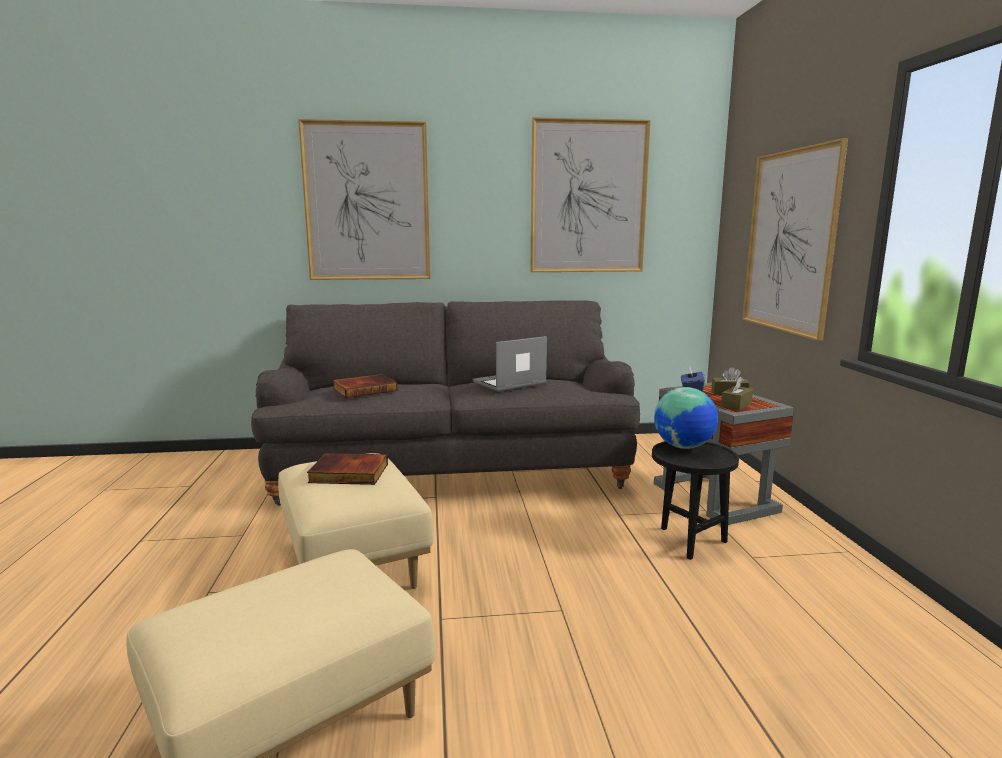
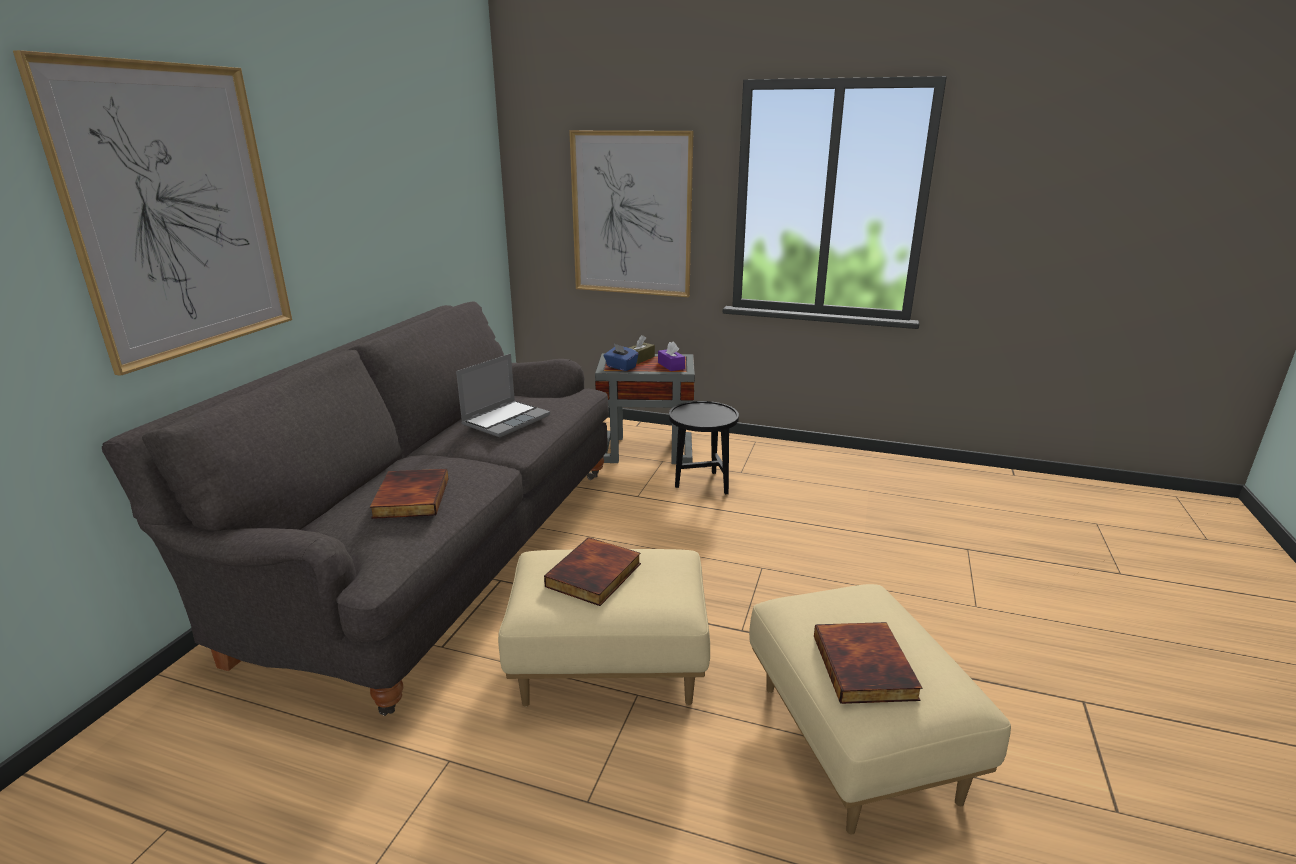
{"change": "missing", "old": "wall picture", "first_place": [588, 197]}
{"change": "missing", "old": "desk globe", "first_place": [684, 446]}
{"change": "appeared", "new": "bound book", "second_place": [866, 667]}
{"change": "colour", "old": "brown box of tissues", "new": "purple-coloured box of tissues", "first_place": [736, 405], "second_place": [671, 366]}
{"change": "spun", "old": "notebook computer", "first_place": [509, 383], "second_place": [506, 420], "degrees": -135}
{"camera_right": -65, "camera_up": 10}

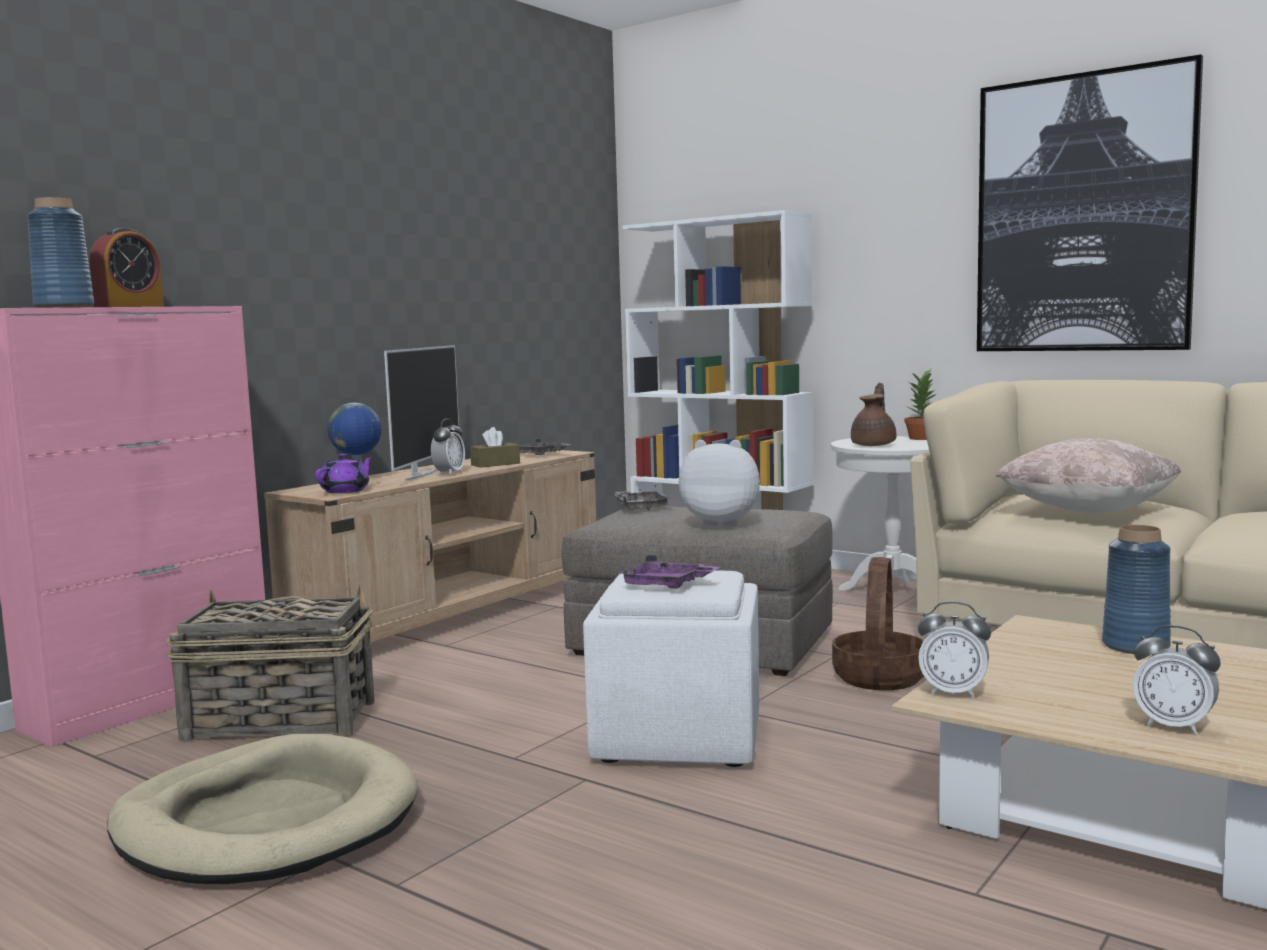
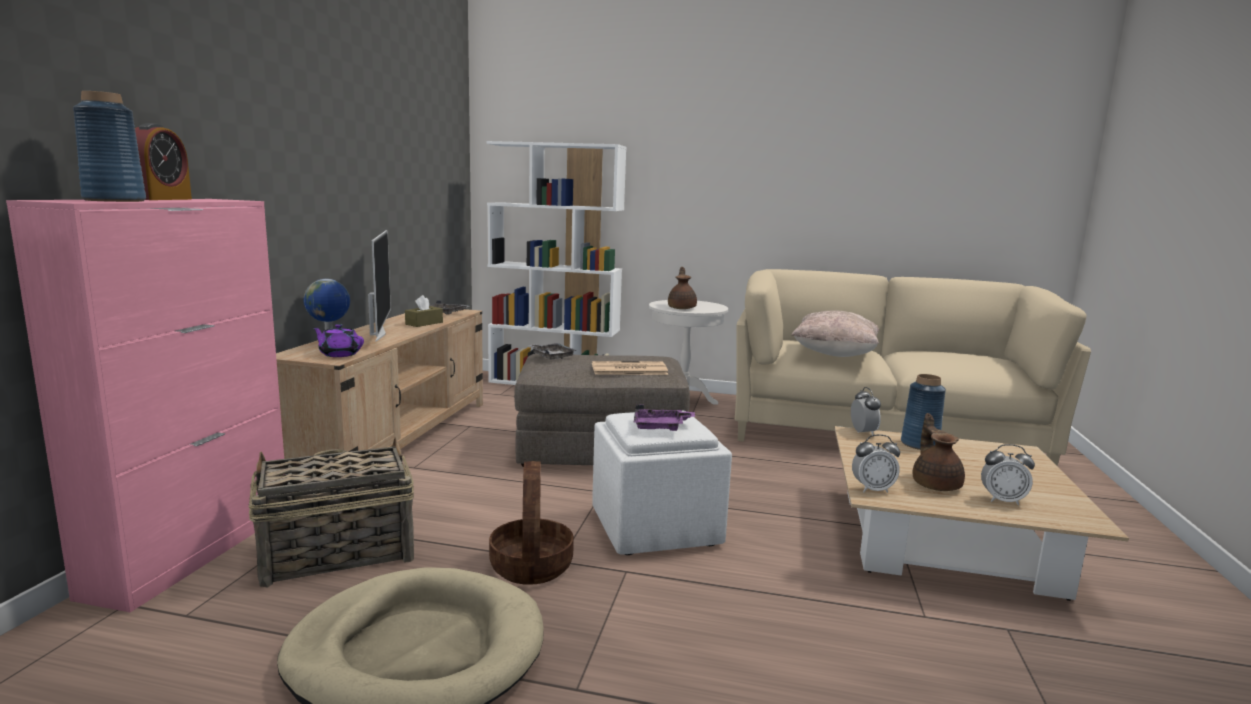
{"change": "missing", "old": "houseplant", "first_place": [922, 438]}
{"change": "missing", "old": "wall picture", "first_place": [1083, 214]}
{"change": "appeared", "new": "brown pot for tea", "second_place": [935, 484]}
{"change": "relocated", "old": "alarm clock", "first_place": [449, 473], "second_place": [863, 432]}
{"change": "relocated", "old": "storage basket", "first_place": [878, 677], "second_place": [530, 566]}
{"change": "exchanged", "old": "soft toy", "new": "printed paper", "first_place": [722, 523], "second_place": [628, 369]}
{"change": "spun", "old": "purple-coloured pot for tea", "first_place": [346, 491], "second_place": [339, 354], "degrees": -75}
{"camera_right": -25, "camera_up": 5}

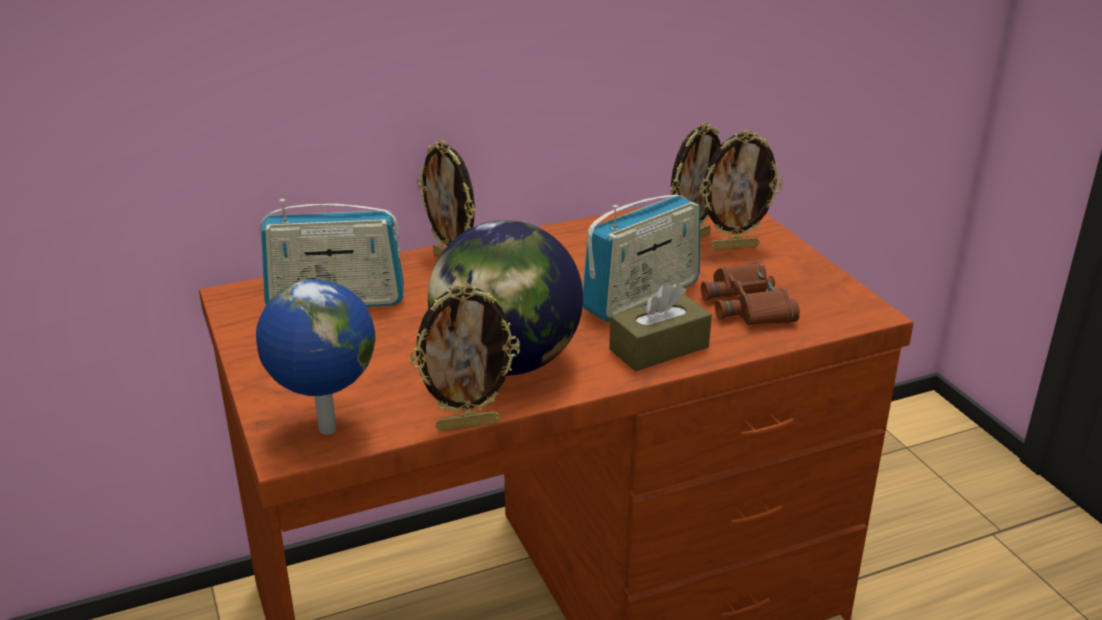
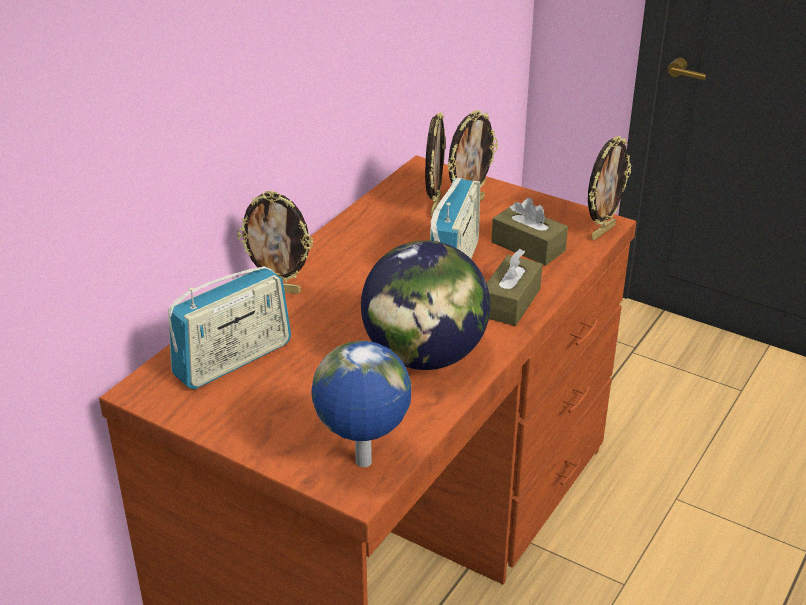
{"change": "relocated", "old": "photo frame", "first_place": [468, 424], "second_place": [602, 232]}
{"change": "exchanged", "old": "brown binoculars", "new": "brown box of tissues", "first_place": [747, 305], "second_place": [528, 246]}
{"camera_right": -35, "camera_up": 5}

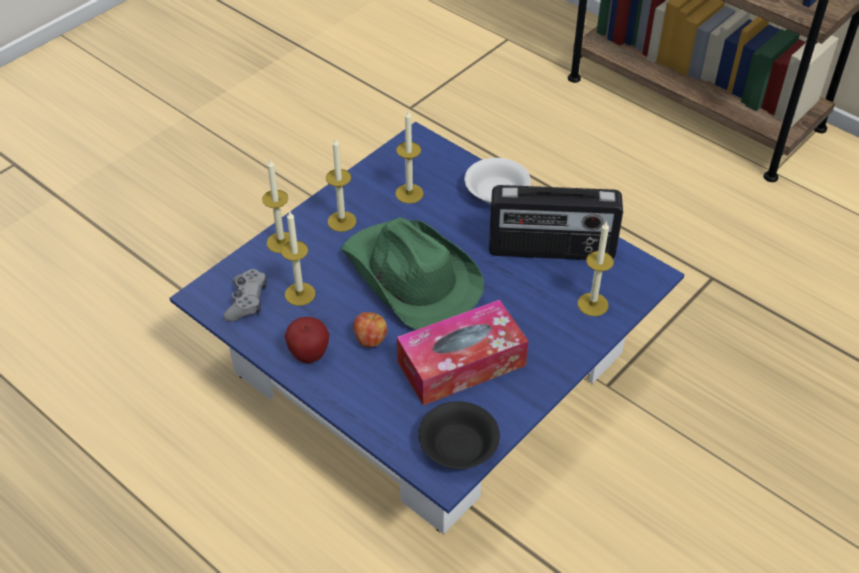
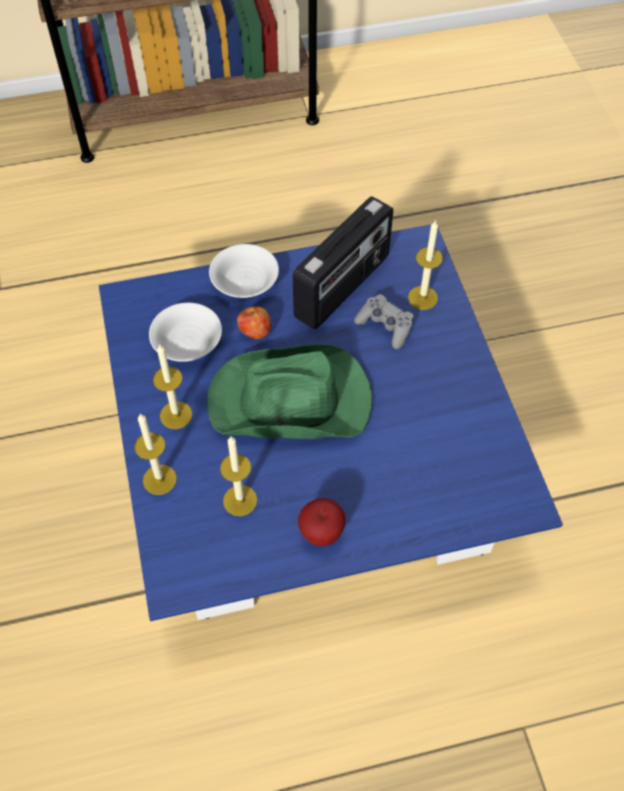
{"change": "missing", "old": "box of tissues", "first_place": [461, 363]}
{"change": "missing", "old": "black bowl", "first_place": [459, 446]}
{"change": "relocated", "old": "gray game controller", "first_place": [247, 301], "second_place": [385, 326]}
{"change": "relocated", "old": "apple fruit", "first_place": [370, 340], "second_place": [255, 332]}
{"change": "exchanged", "old": "wax light", "new": "whitish bowl", "first_place": [409, 193], "second_place": [188, 344]}
{"camera_right": -55, "camera_up": 10}

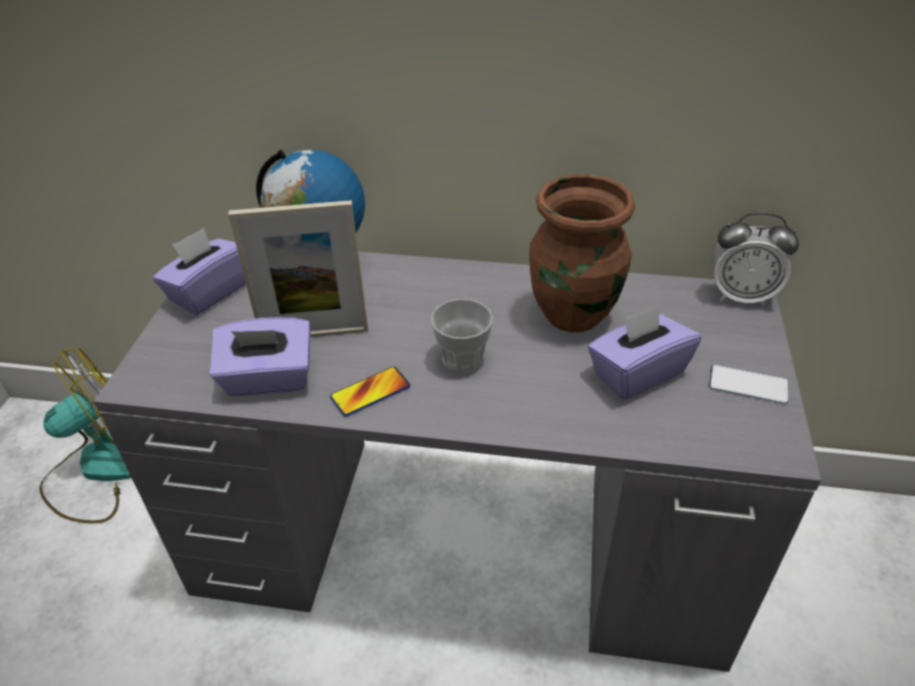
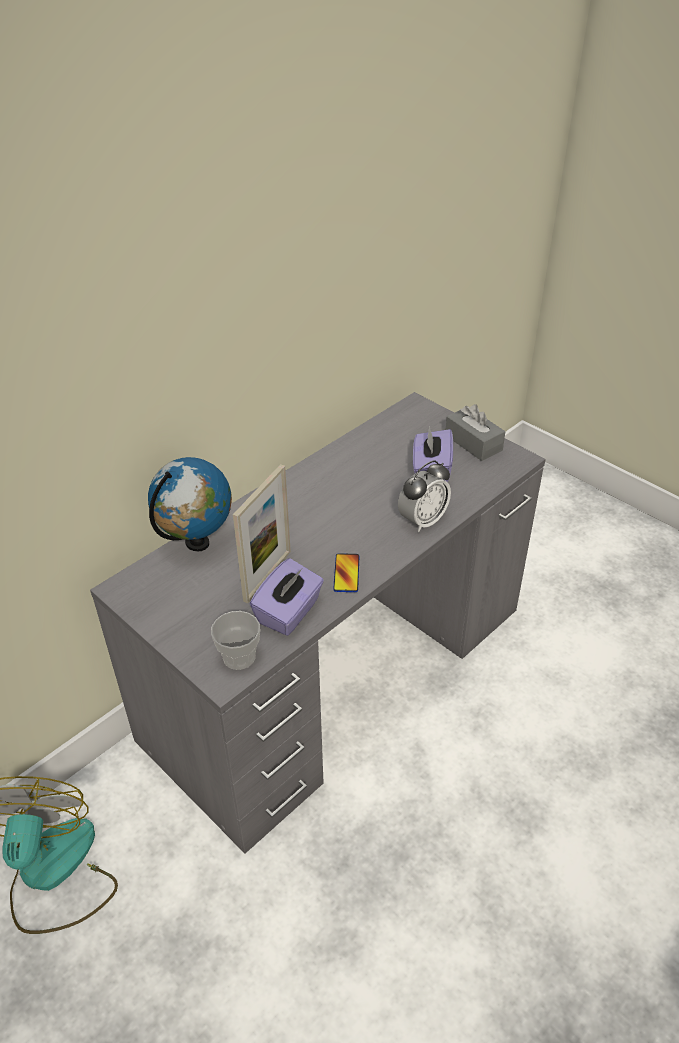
{"change": "missing", "old": "purple-coloured box of tissues", "first_place": [209, 292]}
{"change": "missing", "old": "brown flower vase", "first_place": [574, 315]}
{"change": "relocated", "old": "cup", "first_place": [462, 358], "second_place": [239, 657]}
{"change": "relocated", "old": "alarm clock", "first_place": [741, 296], "second_place": [422, 520]}
{"change": "exchanged", "old": "telephone", "new": "gray box of tissues", "first_place": [748, 385], "second_place": [473, 443]}
{"camera_right": -55, "camera_up": 0}

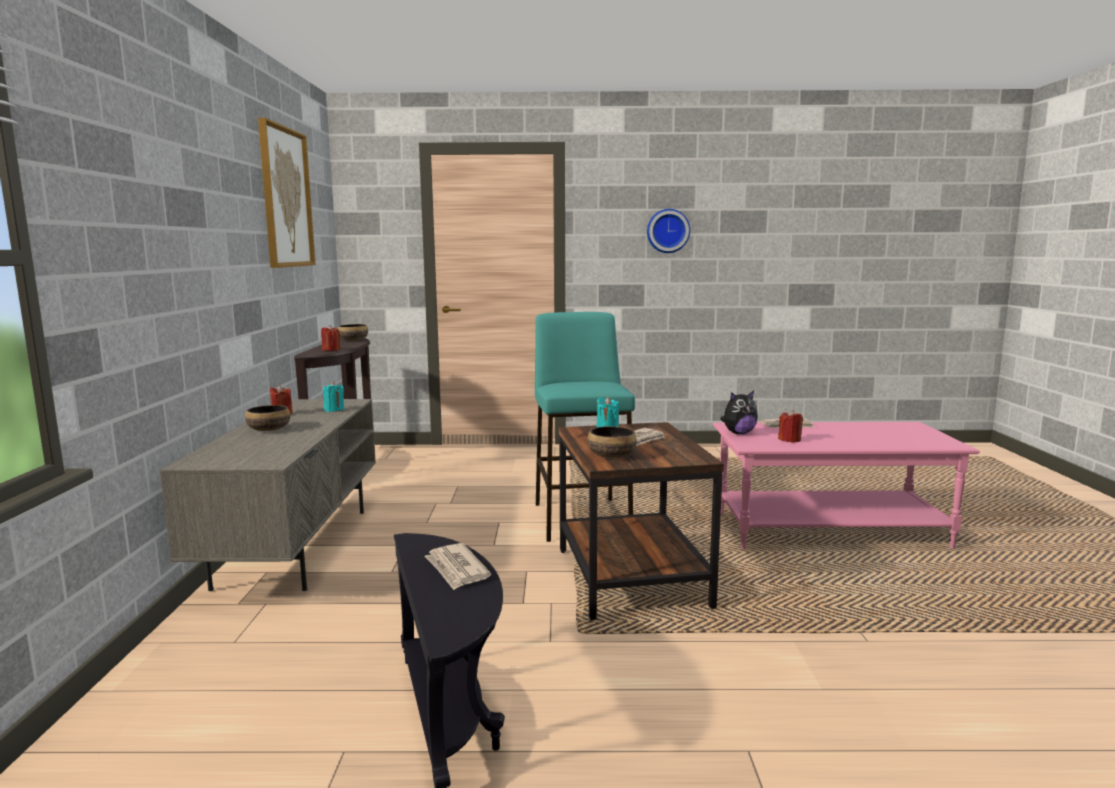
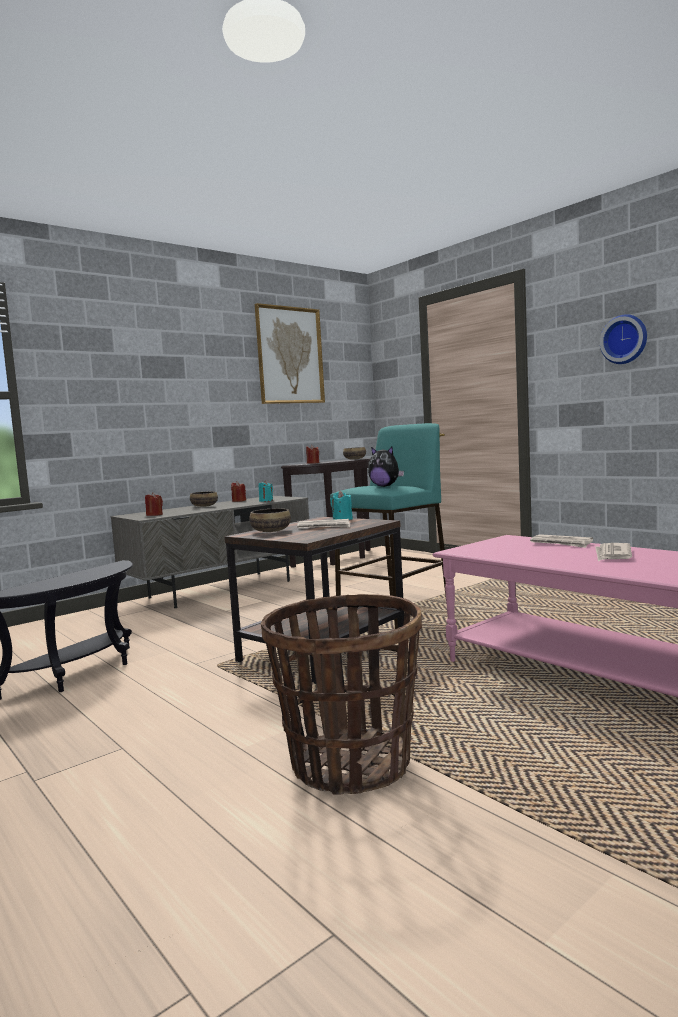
{"change": "appeared", "new": "storage basket", "second_place": [349, 764]}
{"change": "relocated", "old": "printed paper", "first_place": [456, 569], "second_place": [612, 555]}
{"change": "relocated", "old": "soft toy", "first_place": [738, 433], "second_place": [385, 486]}
{"change": "relocated", "old": "red wax light", "first_place": [789, 440], "second_place": [154, 515]}
{"camera_right": 50, "camera_up": -5}

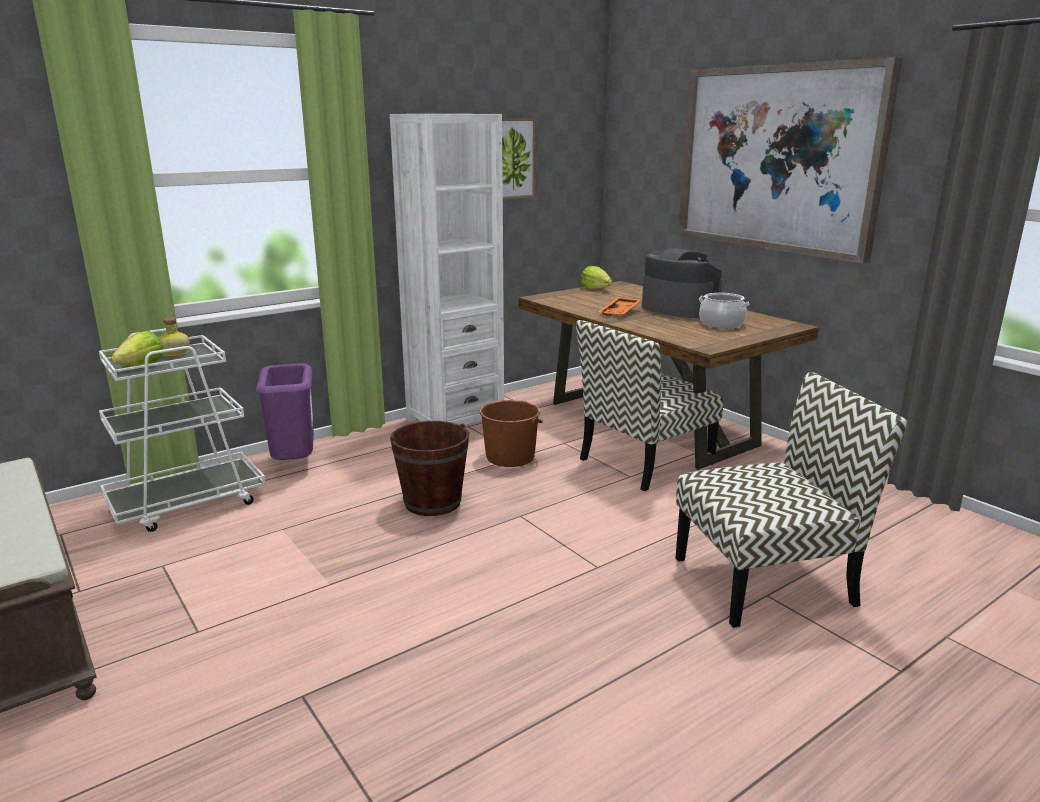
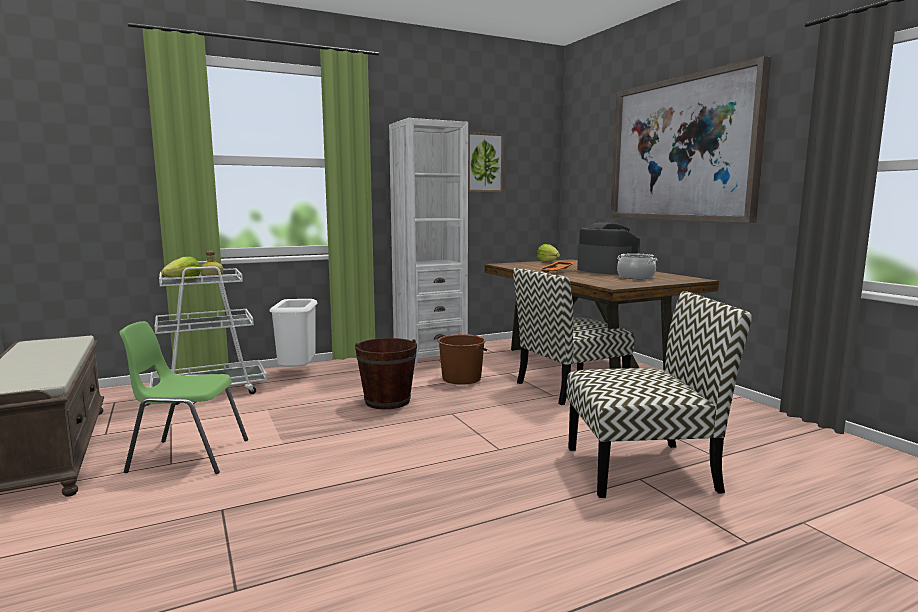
{"change": "appeared", "new": "greenish upright chair", "second_place": [187, 456]}
{"change": "colour", "old": "purple-coloured rubbish bin", "new": "whitish rubbish bin", "first_place": [295, 465], "second_place": [298, 374]}
{"camera_right": 10, "camera_up": -10}

